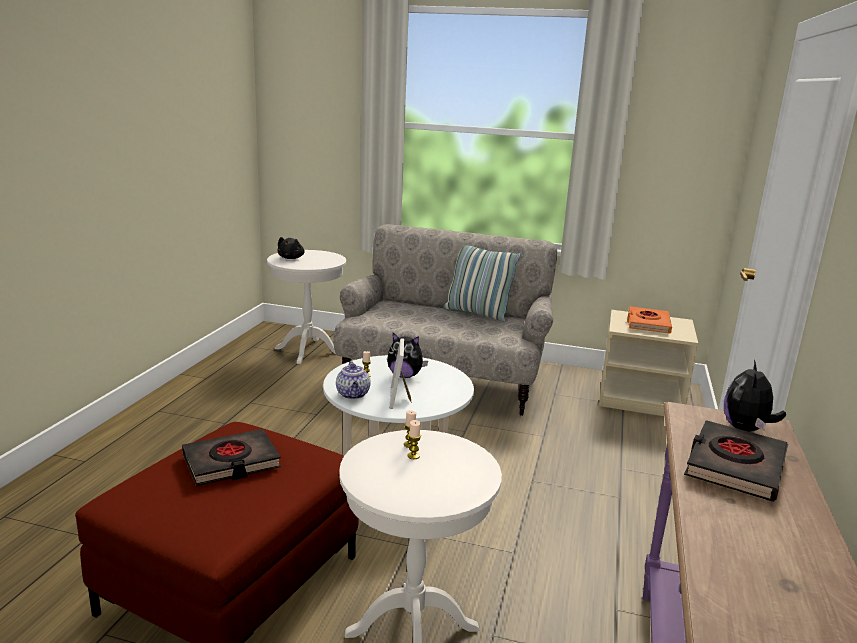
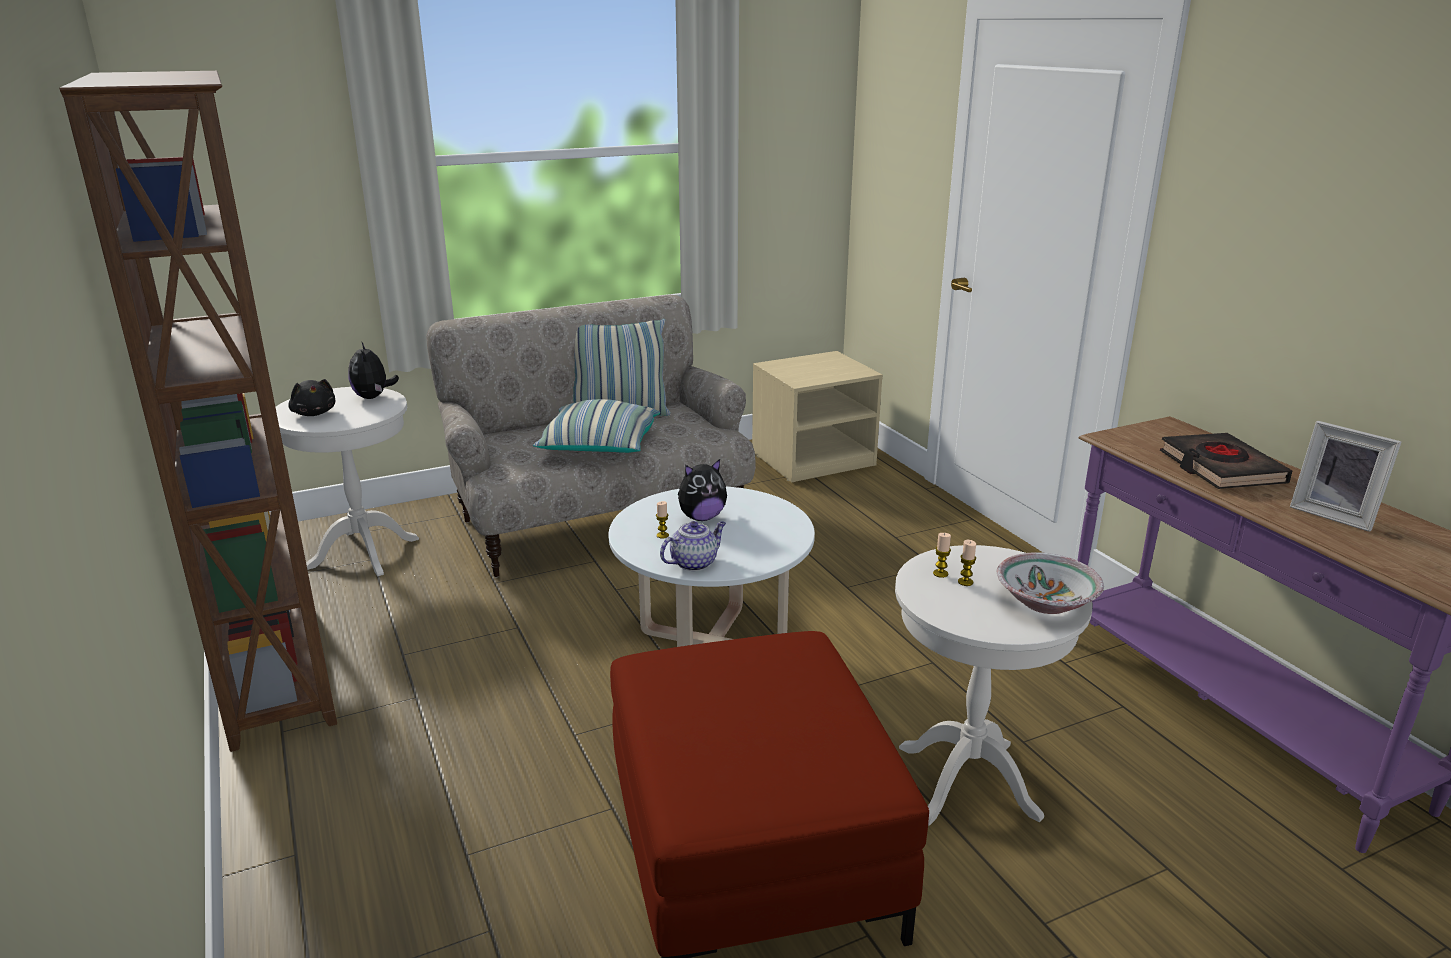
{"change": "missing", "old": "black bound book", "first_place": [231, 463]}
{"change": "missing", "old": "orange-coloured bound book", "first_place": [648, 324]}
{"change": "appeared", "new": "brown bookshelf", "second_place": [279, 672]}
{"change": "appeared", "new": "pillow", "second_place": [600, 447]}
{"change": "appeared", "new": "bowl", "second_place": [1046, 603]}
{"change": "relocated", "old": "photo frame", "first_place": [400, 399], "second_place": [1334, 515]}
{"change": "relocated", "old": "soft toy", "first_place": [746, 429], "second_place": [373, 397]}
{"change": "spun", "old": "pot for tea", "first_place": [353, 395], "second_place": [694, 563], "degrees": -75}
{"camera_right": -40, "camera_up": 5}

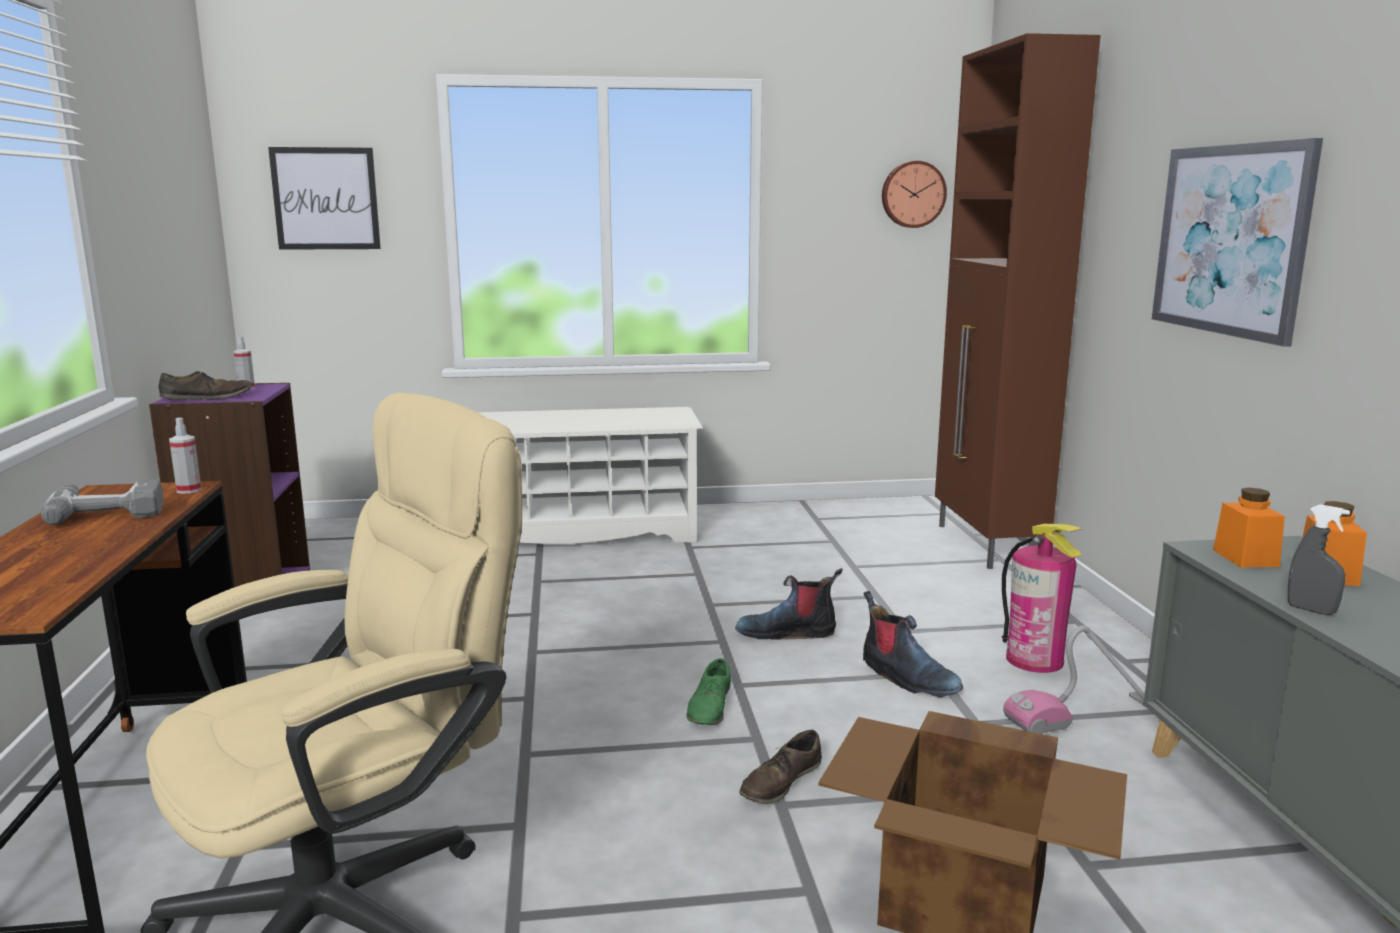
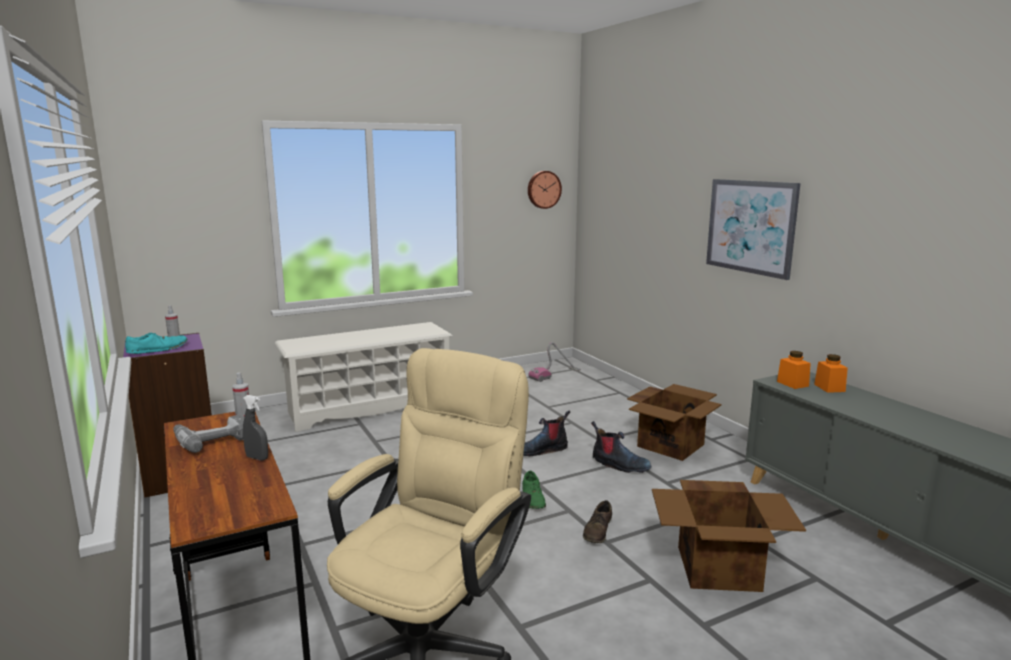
{"change": "missing", "old": "wall picture", "first_place": [325, 198]}
{"change": "missing", "old": "brown cabinet", "first_place": [987, 545]}
{"change": "relocated", "old": "vacuum cleaner", "first_place": [1085, 715], "second_place": [555, 374]}
{"change": "relocated", "old": "gray hand sprayer", "first_place": [1311, 610], "second_place": [257, 458]}
{"change": "exchanged", "old": "extinguisher", "new": "packing box", "first_place": [1034, 660], "second_place": [671, 445]}
{"change": "colour", "old": "brown item of footwear", "new": "blue-green item of footwear", "first_place": [207, 397], "second_place": [158, 349]}
{"camera_right": -20, "camera_up": 0}

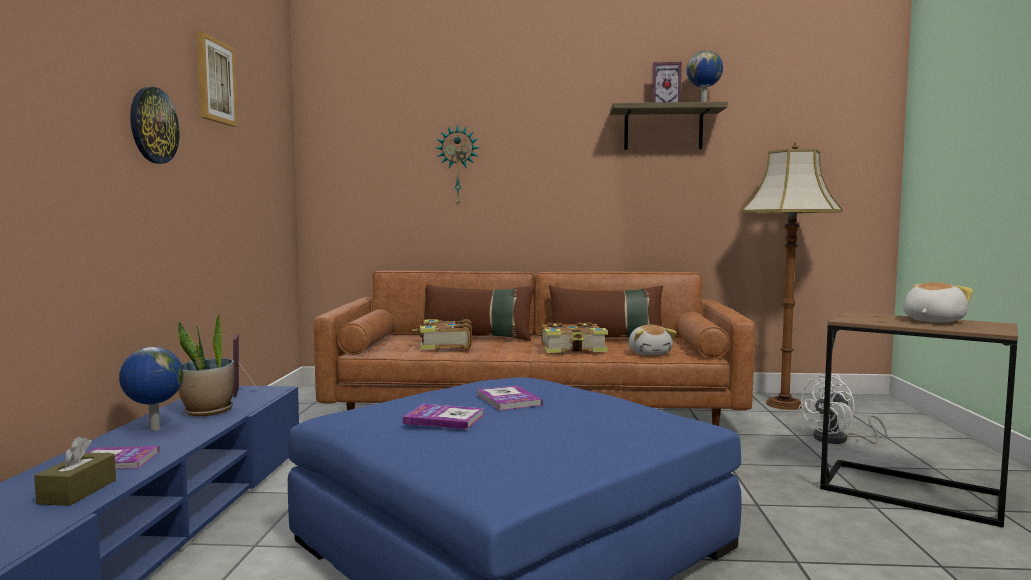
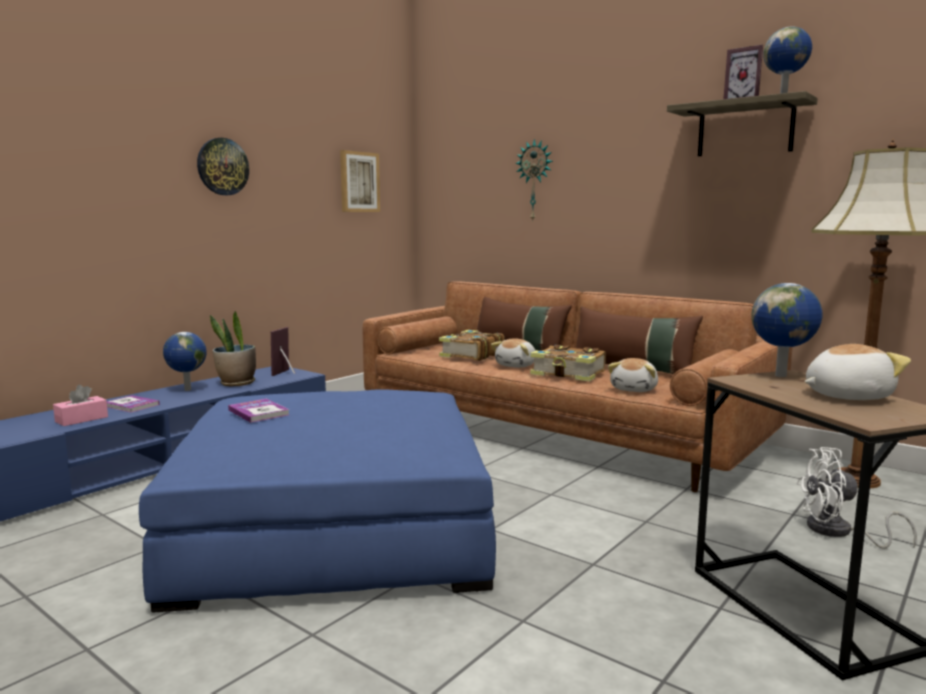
{"change": "missing", "old": "bound book", "first_place": [508, 400]}
{"change": "appeared", "new": "soft toy", "second_place": [517, 365]}
{"change": "appeared", "new": "desk globe", "second_place": [782, 376]}
{"change": "relocated", "old": "wall picture", "first_place": [215, 81], "second_place": [359, 182]}
{"change": "colour", "old": "brown box of tissues", "new": "pinkish box of tissues", "first_place": [77, 491], "second_place": [81, 419]}
{"camera_right": 35, "camera_up": 5}

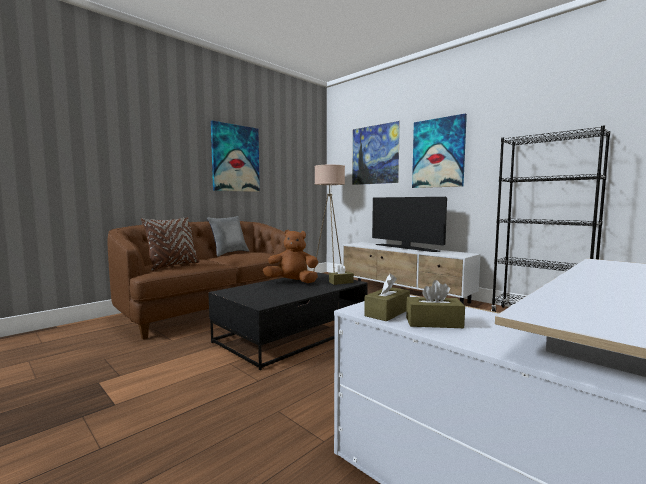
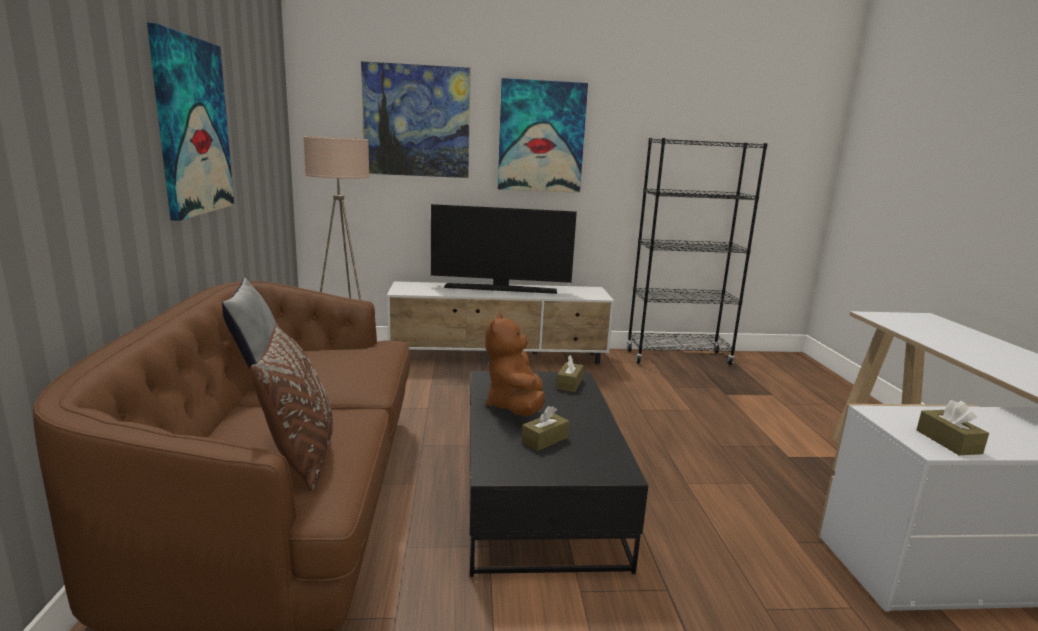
{"change": "relocated", "old": "brown box of tissues", "first_place": [434, 322], "second_place": [544, 440]}
{"change": "spun", "old": "brown soft toy", "first_place": [292, 282], "second_place": [515, 406], "degrees": -45}
{"camera_right": -50, "camera_up": 10}

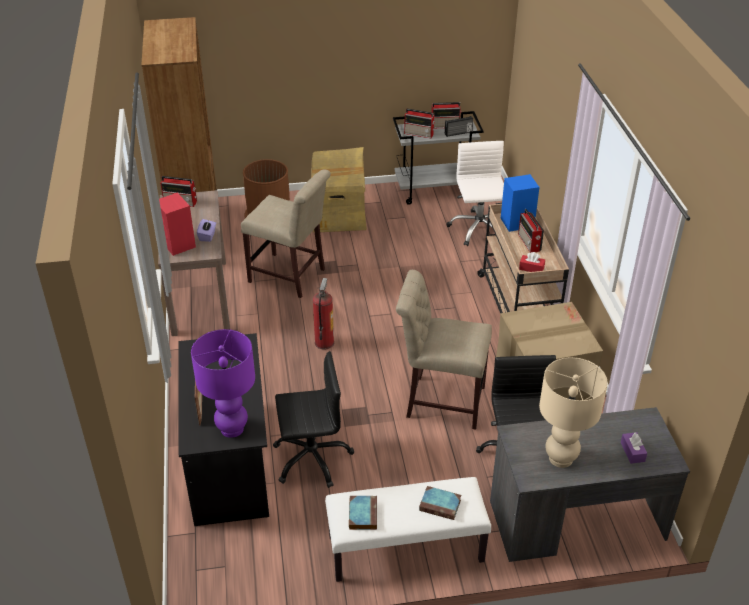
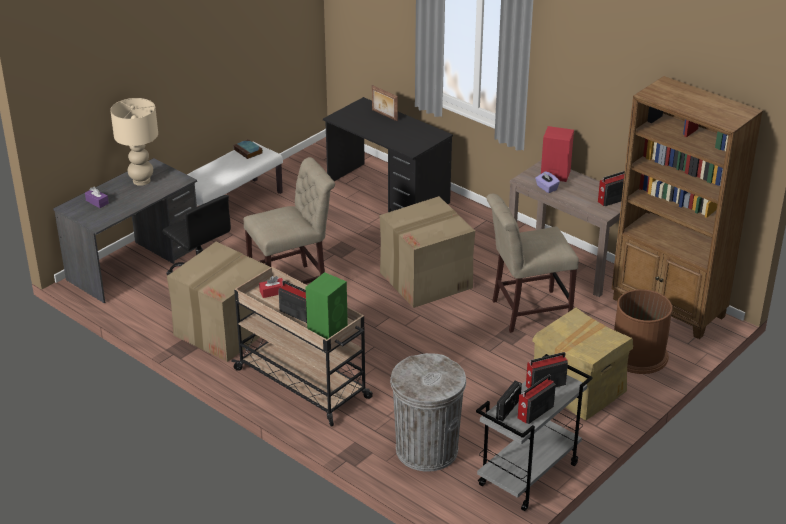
{"change": "missing", "old": "purple-coloured tabletop lamp", "first_place": [231, 429]}
{"change": "missing", "old": "black office chair", "first_place": [312, 458]}
{"change": "missing", "old": "bound book", "first_place": [441, 505]}
{"change": "exchanged", "old": "extinguisher", "new": "packing box", "first_place": [324, 342], "second_place": [426, 280]}
{"change": "exchanged", "old": "whitish office chair", "new": "gray rubbish bin", "first_place": [478, 229], "second_place": [426, 450]}
{"change": "colour", "old": "bluish audio speaker", "new": "greenish audio speaker", "first_place": [516, 223], "second_place": [328, 327]}
{"camera_right": 140, "camera_up": -5}

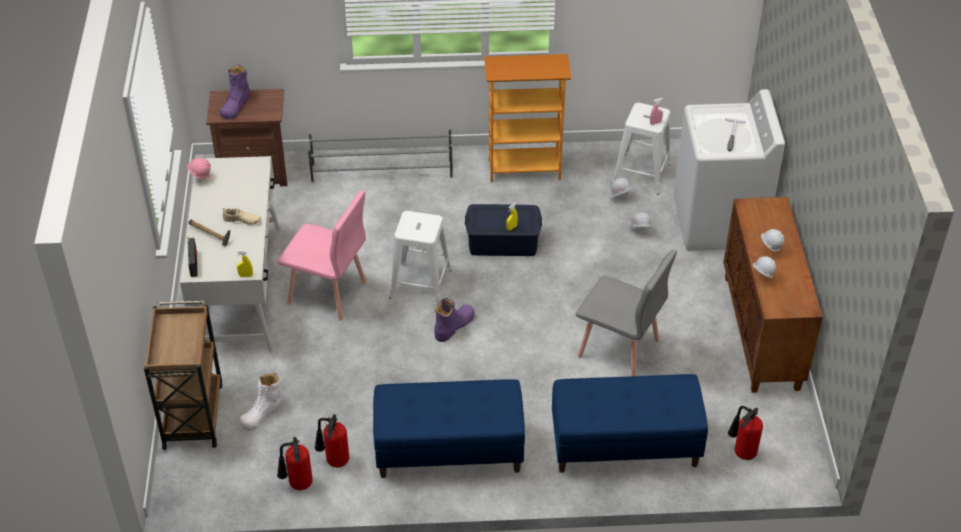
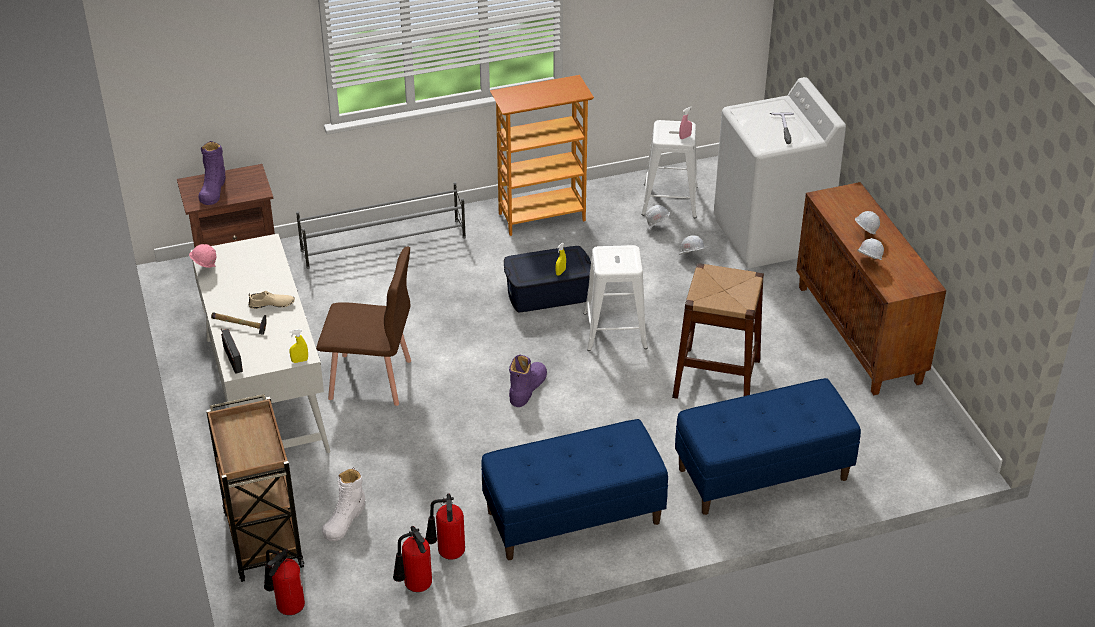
{"change": "relocated", "old": "whitish sitting stool", "first_place": [421, 283], "second_place": [615, 330]}
{"change": "relocated", "old": "extinguisher", "first_place": [741, 452], "second_place": [286, 607]}
{"change": "exchanged", "old": "gray upright chair", "new": "brown sitting stool", "first_place": [619, 349], "second_place": [717, 378]}
{"change": "colour", "old": "pinkish upright chair", "new": "brown upright chair", "first_place": [327, 293], "second_place": [371, 380]}
{"camera_right": -15, "camera_up": -5}

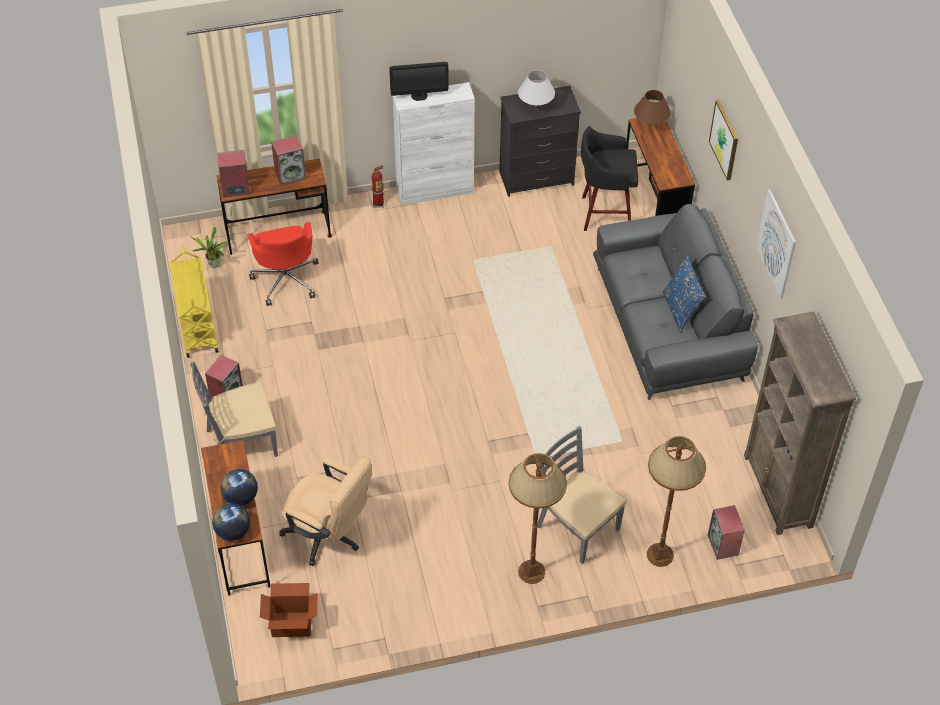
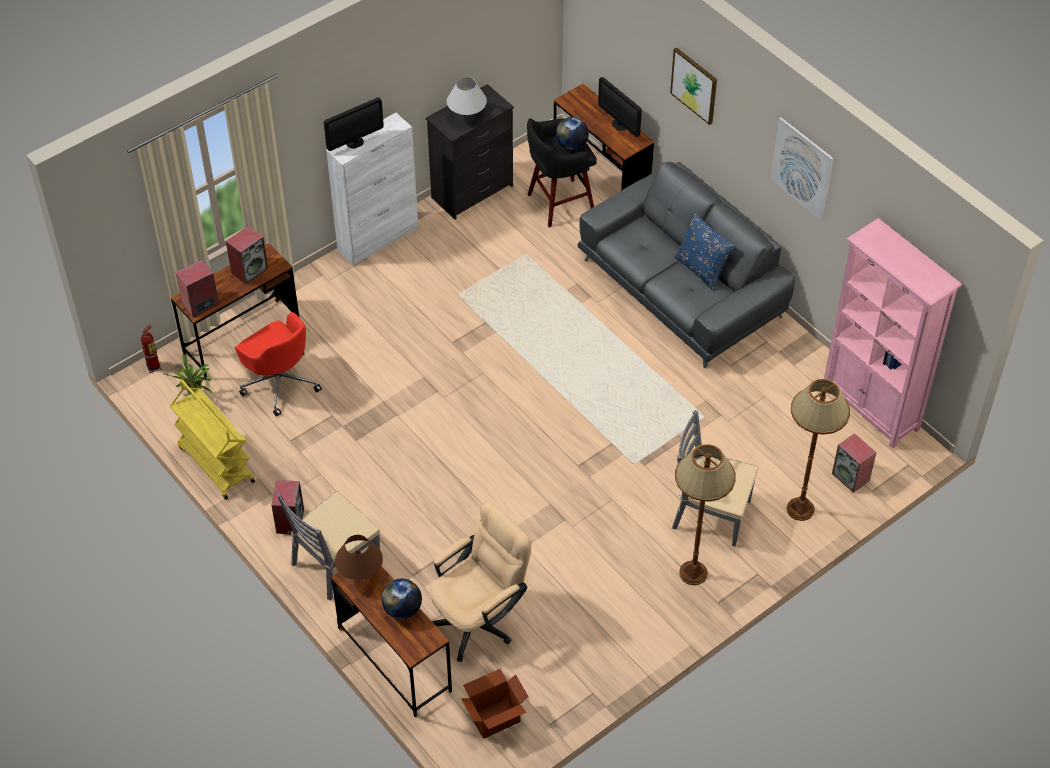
{"change": "appeared", "new": "computer screen", "second_place": [620, 124]}
{"change": "relocated", "old": "desk globe", "first_place": [233, 532], "second_place": [571, 145]}
{"change": "relocated", "old": "extinguisher", "first_place": [378, 203], "second_place": [154, 367]}
{"change": "relocated", "old": "brown tabletop lamp", "first_place": [650, 126], "second_place": [360, 574]}
{"change": "colour", "old": "brown bookshelf", "new": "pinkish bookshelf", "first_place": [778, 491], "second_place": [870, 408]}
{"change": "spun", "old": "sand-coloured office chair", "first_place": [329, 536], "second_place": [479, 618], "degrees": -45}
{"camera_right": -25, "camera_up": 0}

